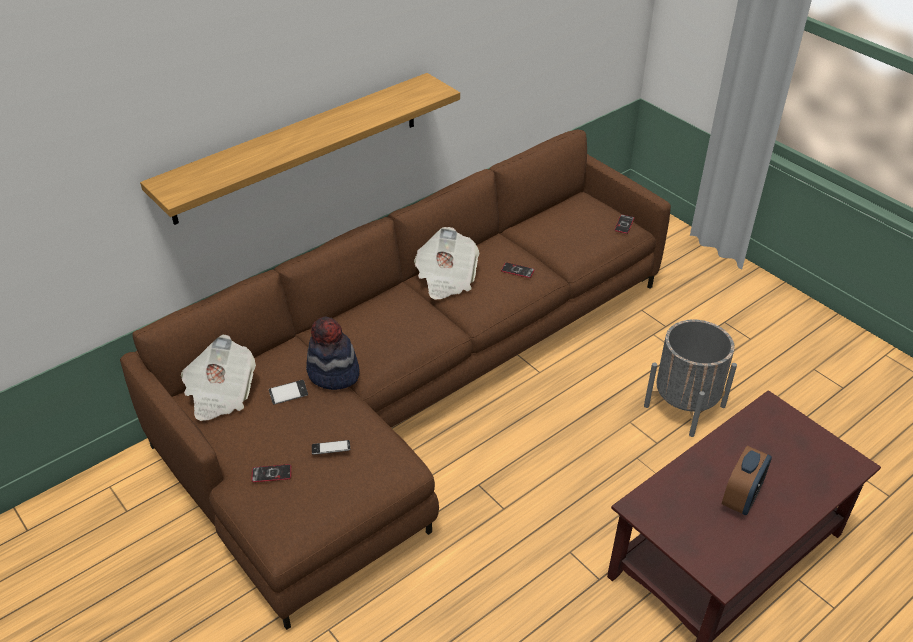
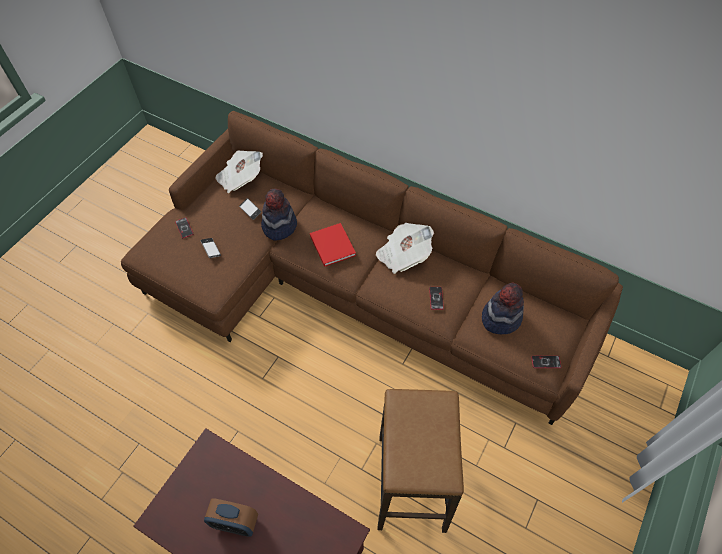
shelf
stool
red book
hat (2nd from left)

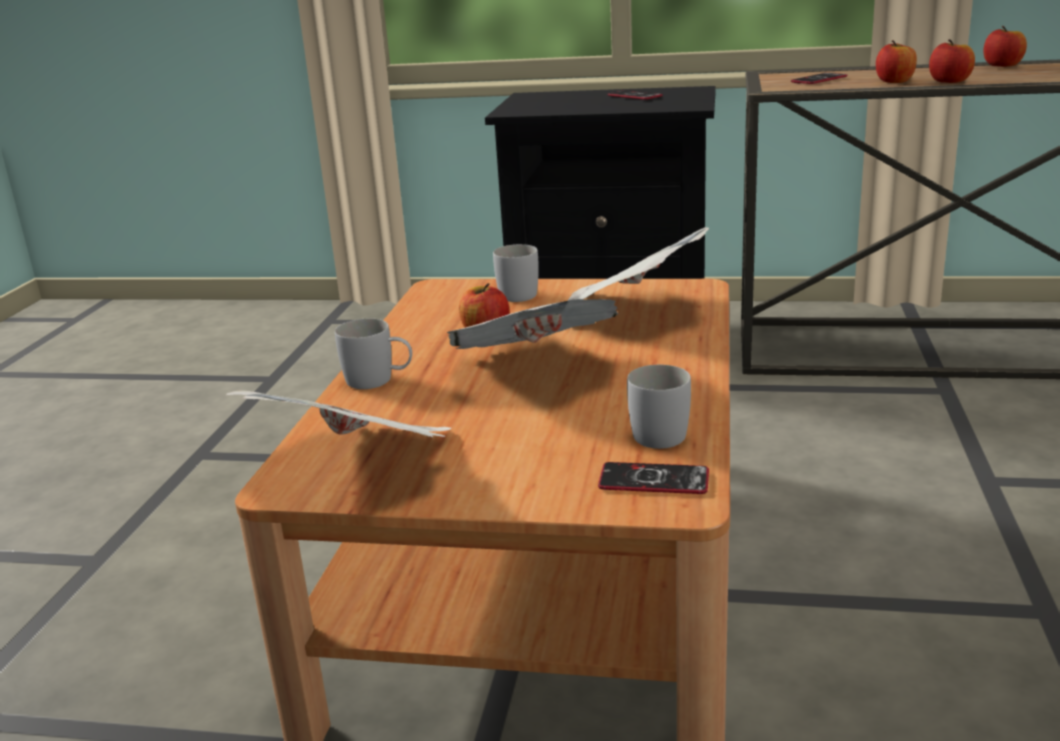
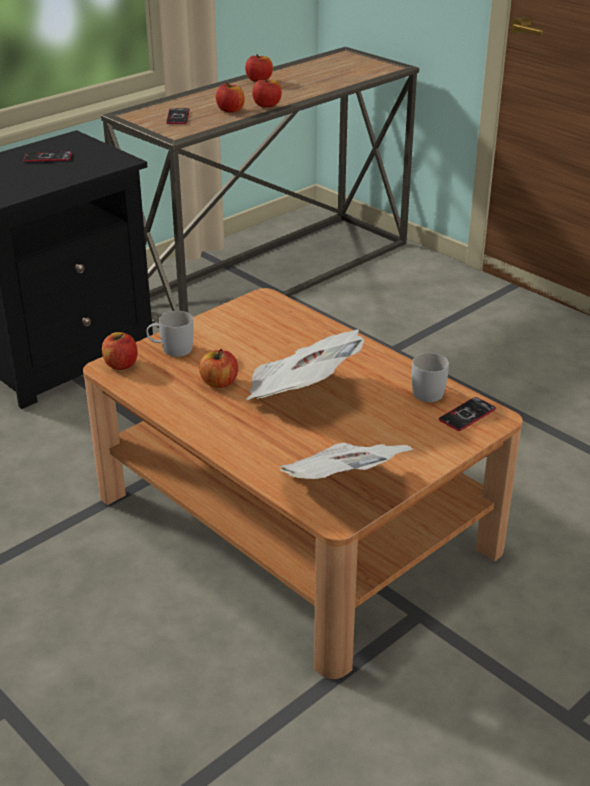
newspaper (3rd from left in the first image)
white mug (1st from left in the first image)
apple (1st from left)

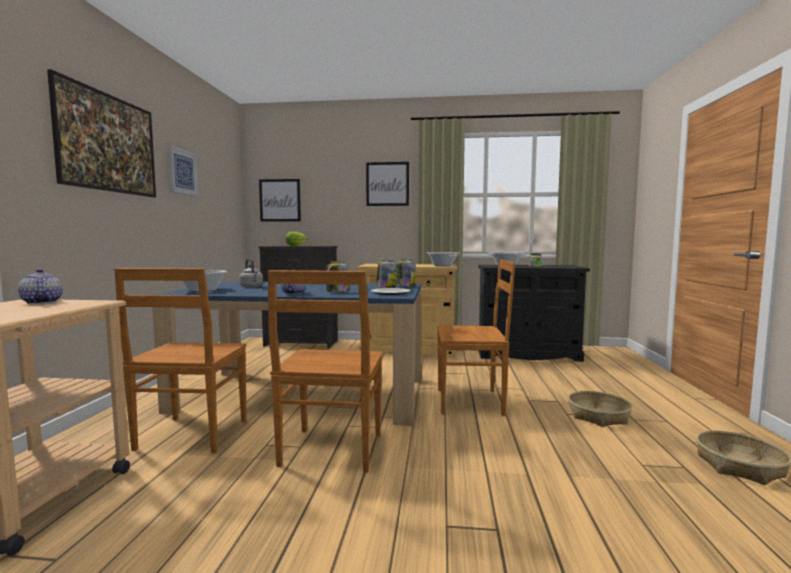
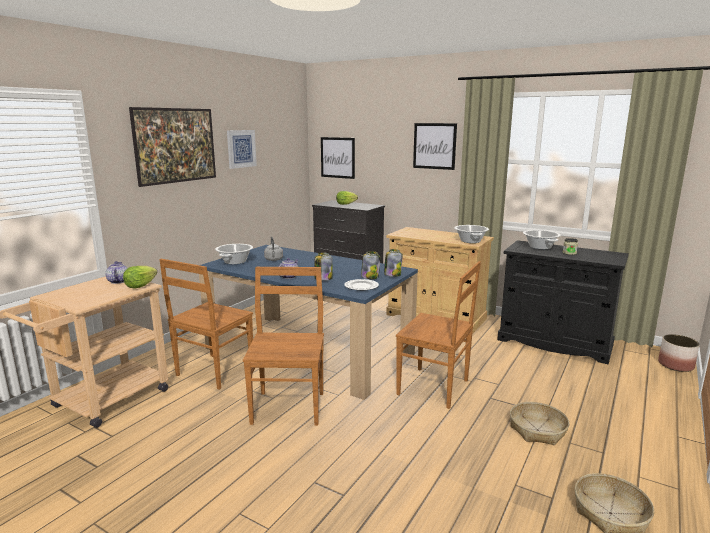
brown chair (2nd from left)
lettuce (1st from left)
planter

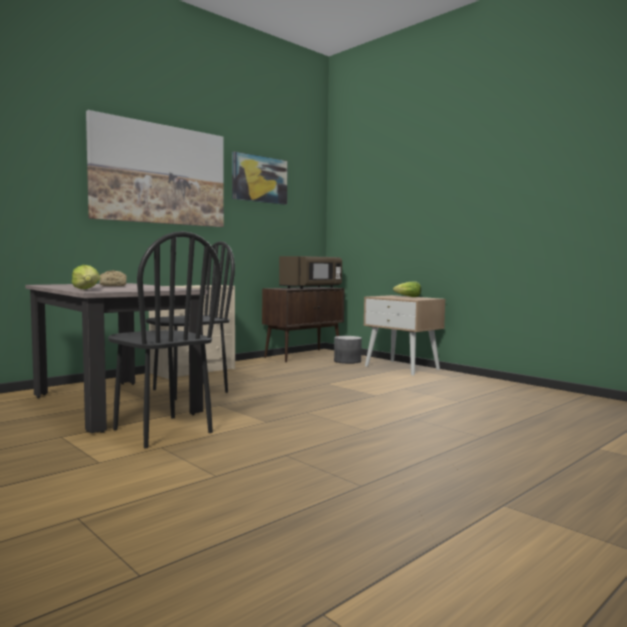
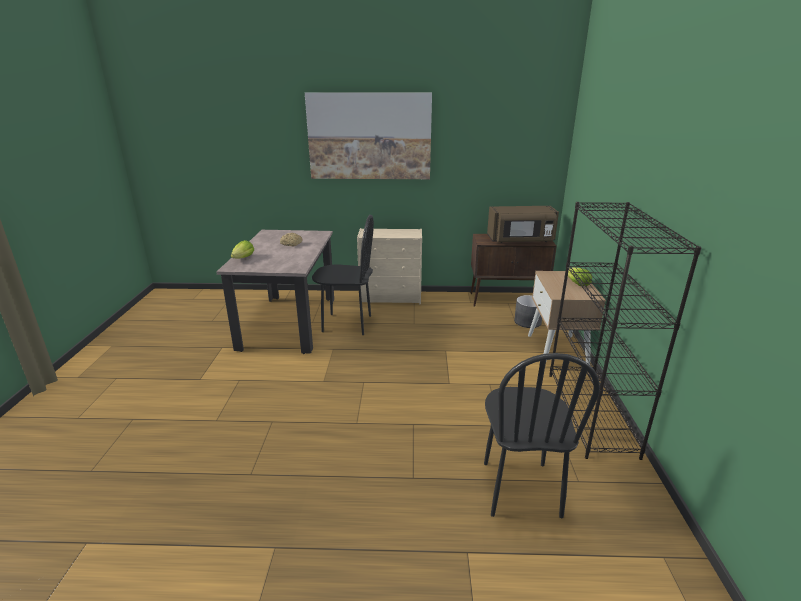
picture (2nd from left in the first image)
black chair (2nd from left)
black bookcase

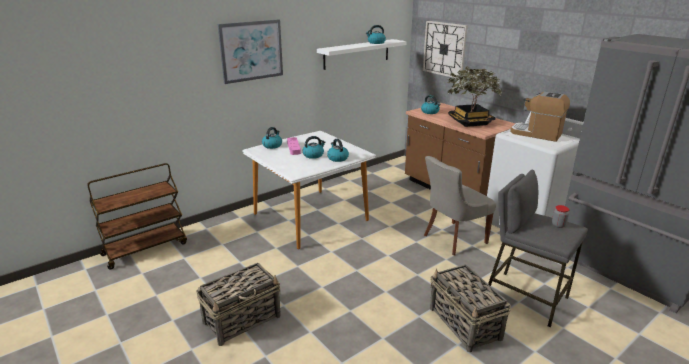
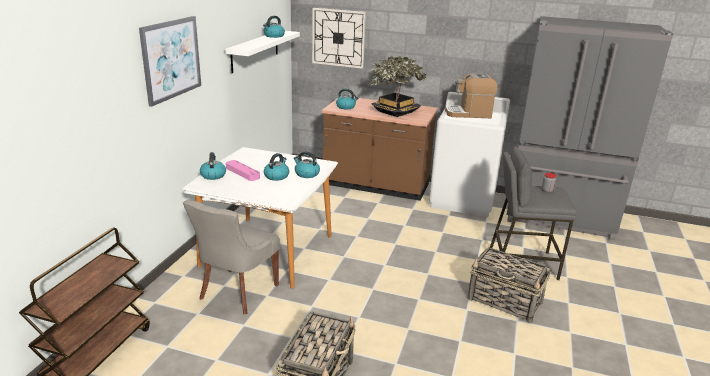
grey chair

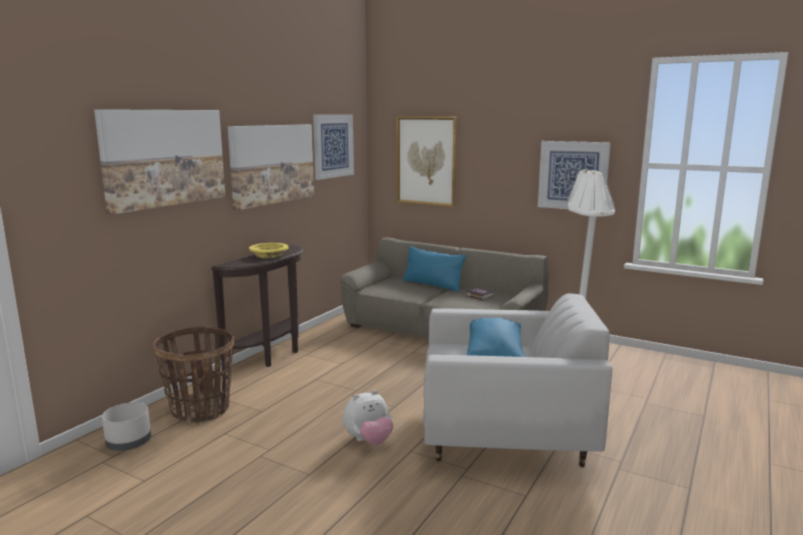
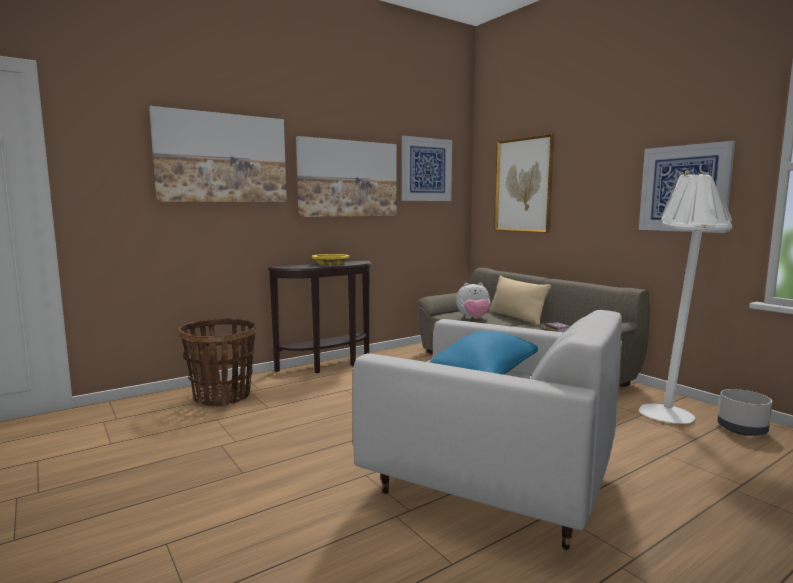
beige pillow
plush toy
grey planter

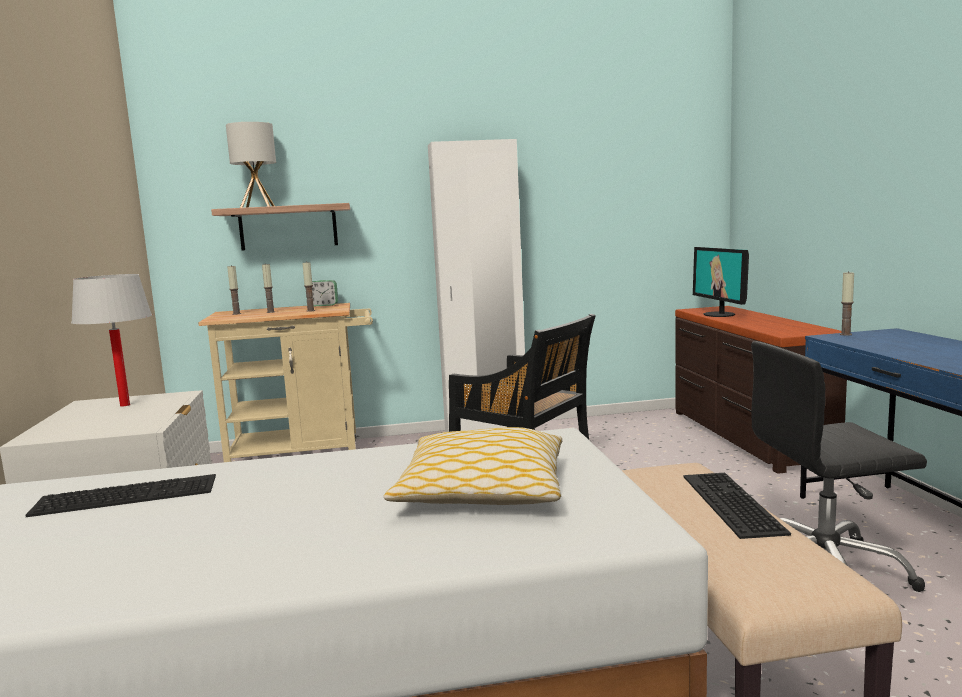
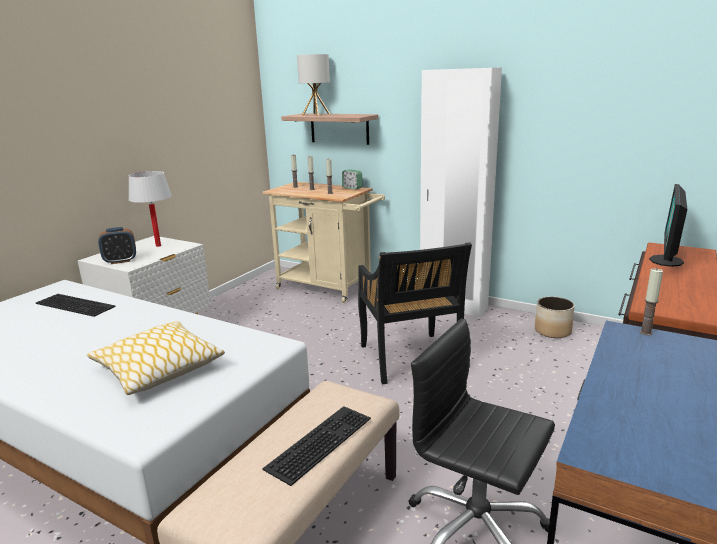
alarm clock (1st from left)
planter

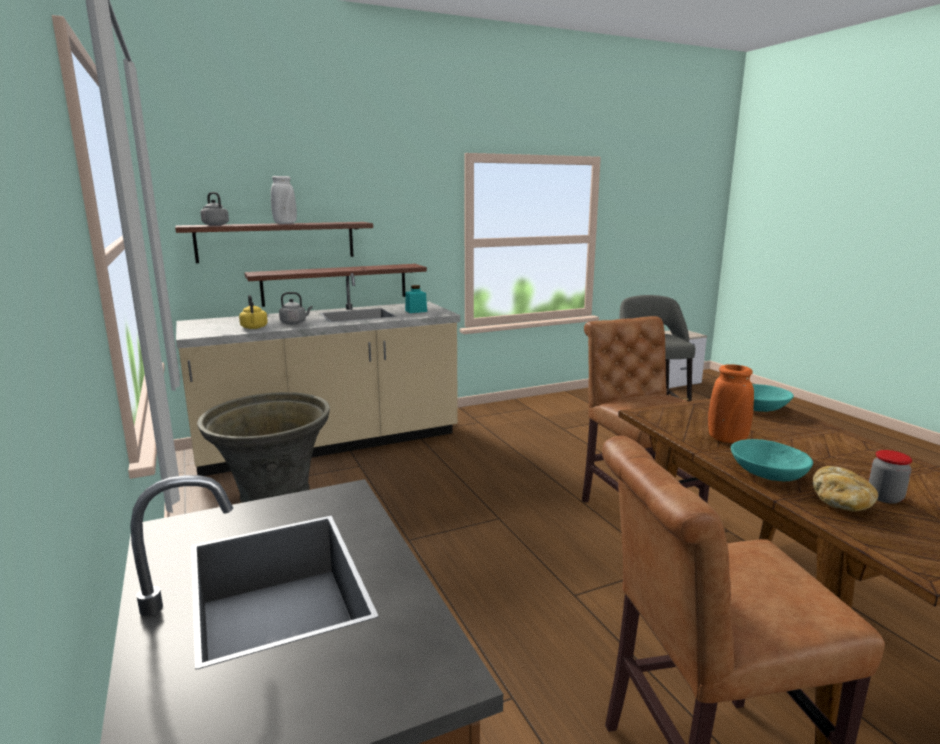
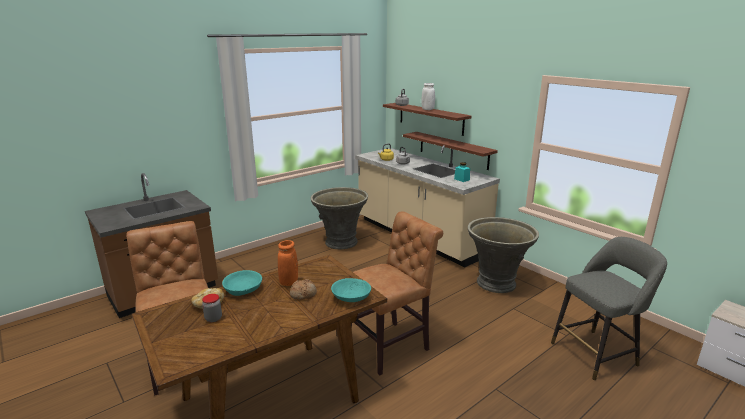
grey planter (2nd from left)
bread (2nd from left)

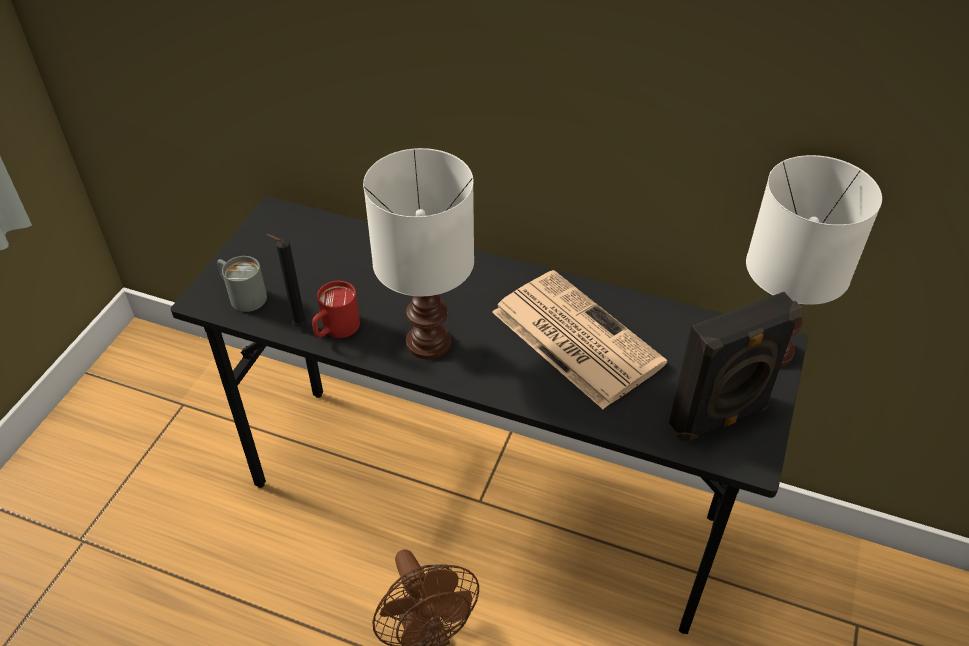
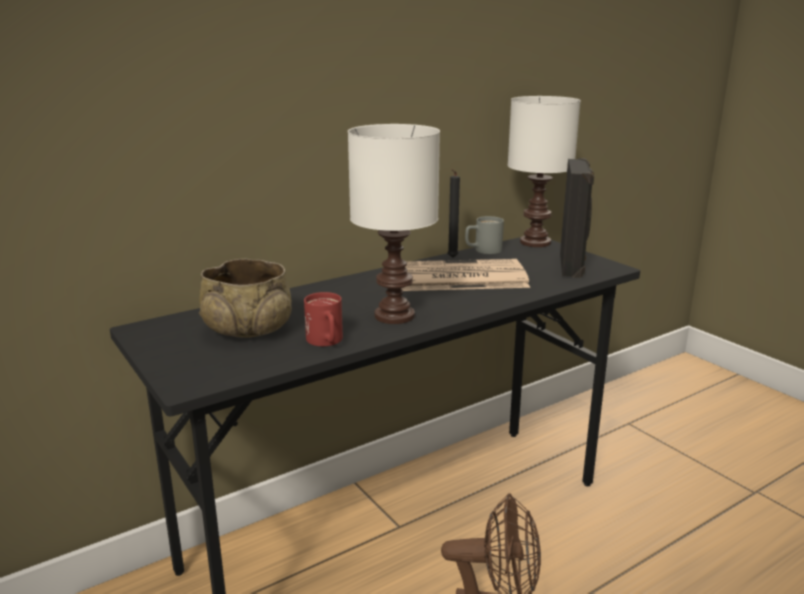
black candle
grey mug
beige bowl

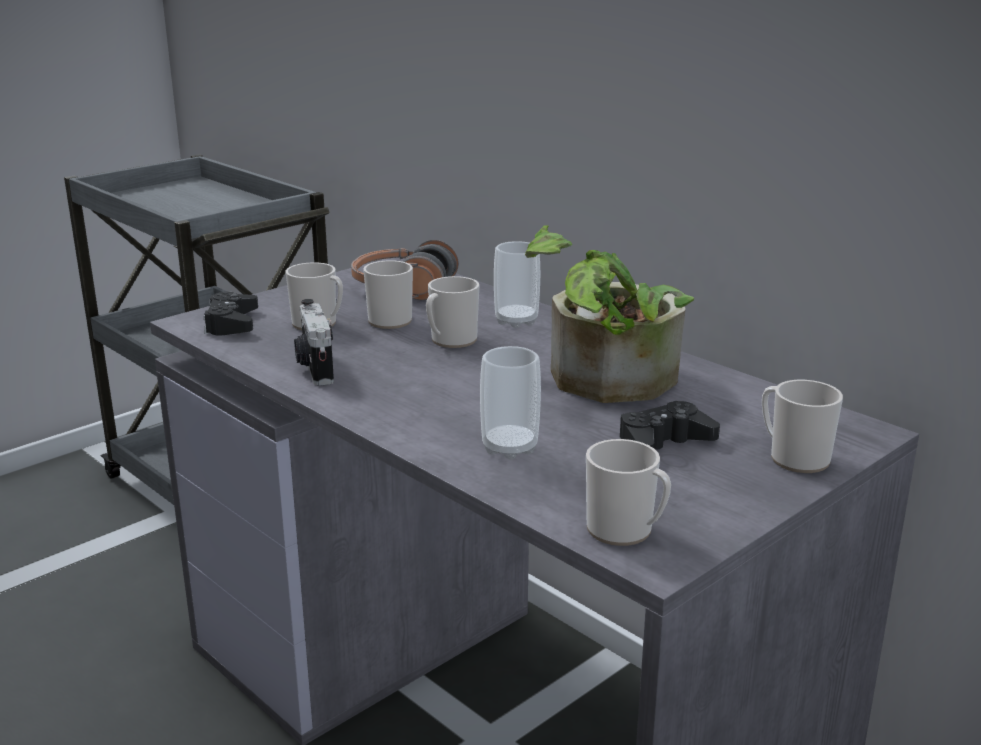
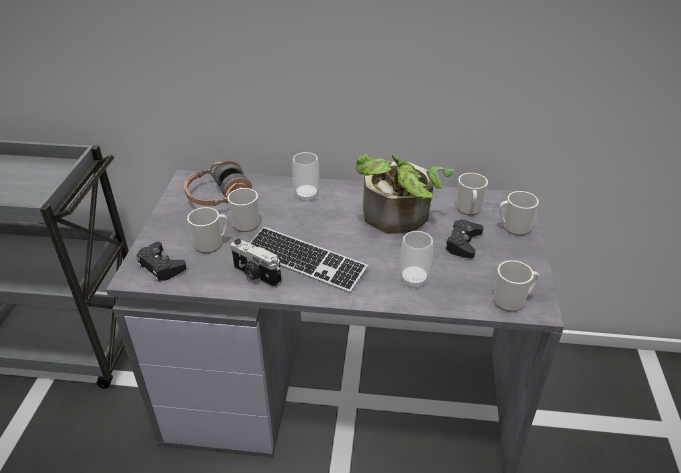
mug (3rd from left)
keyboard

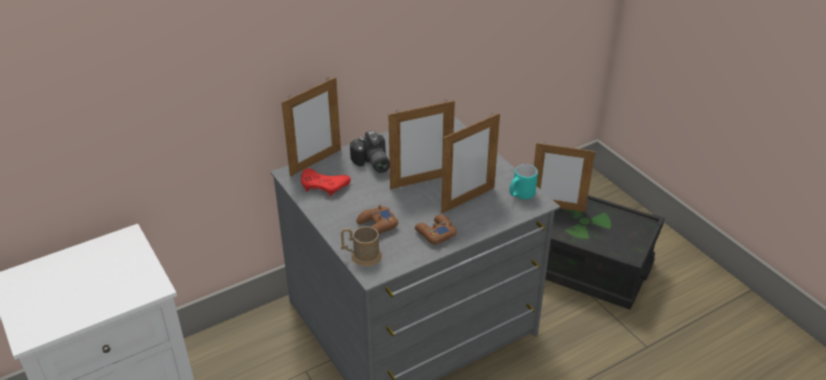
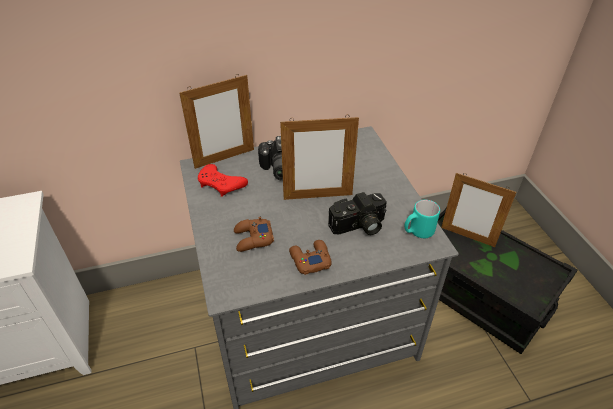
photo camera (2nd from left)
brown mug

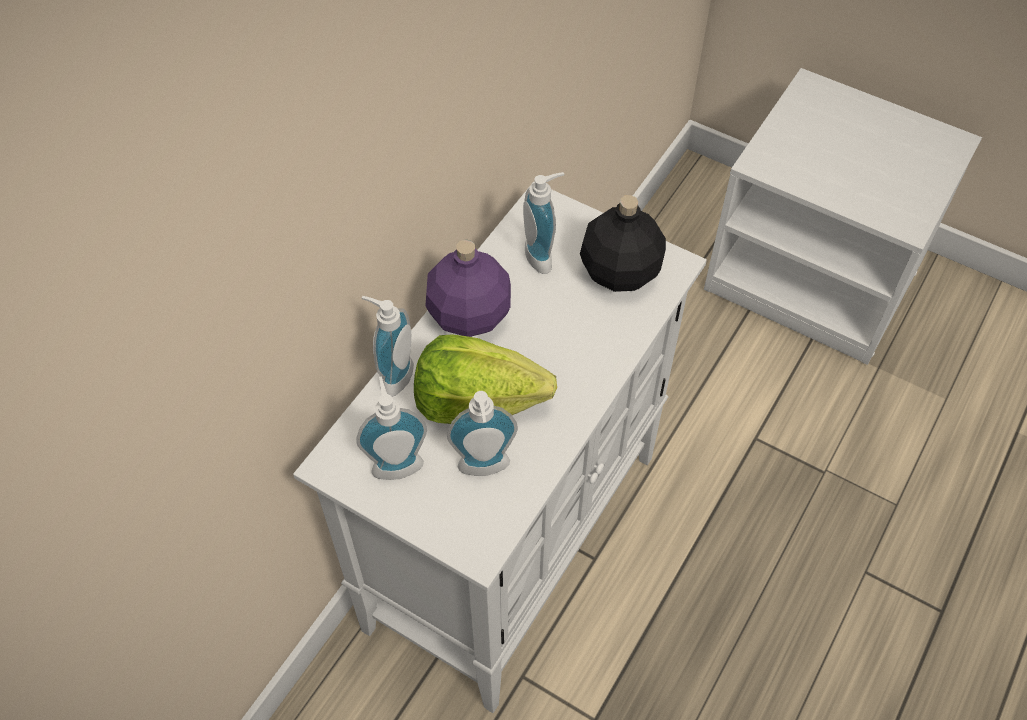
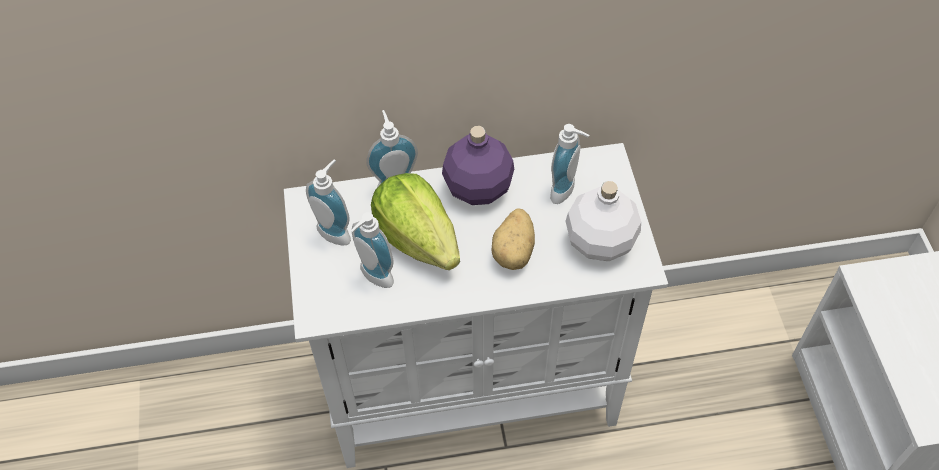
white bottle
potato

